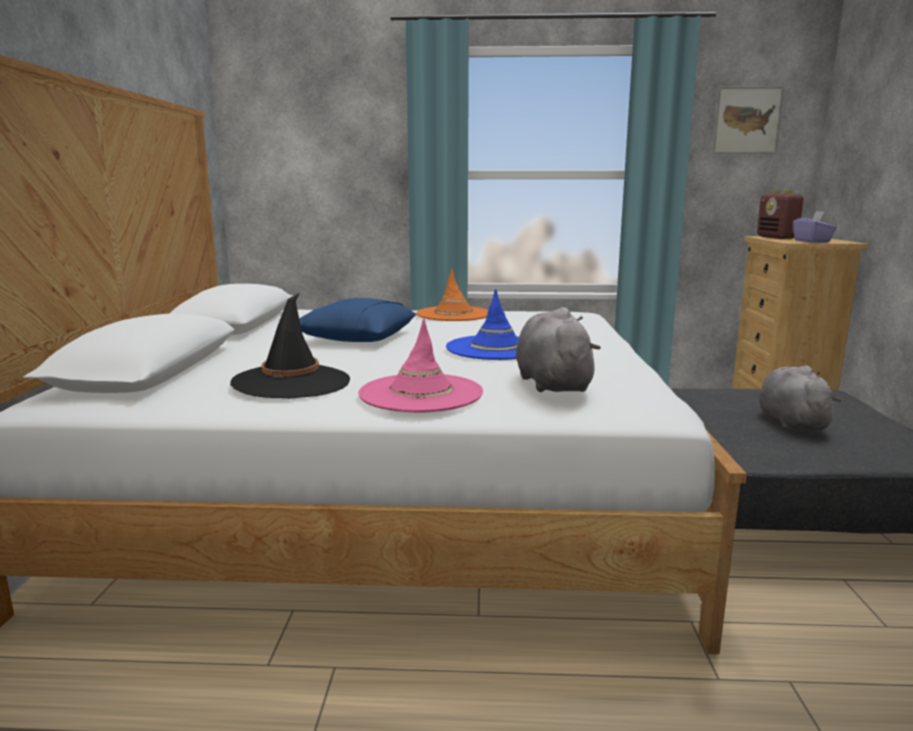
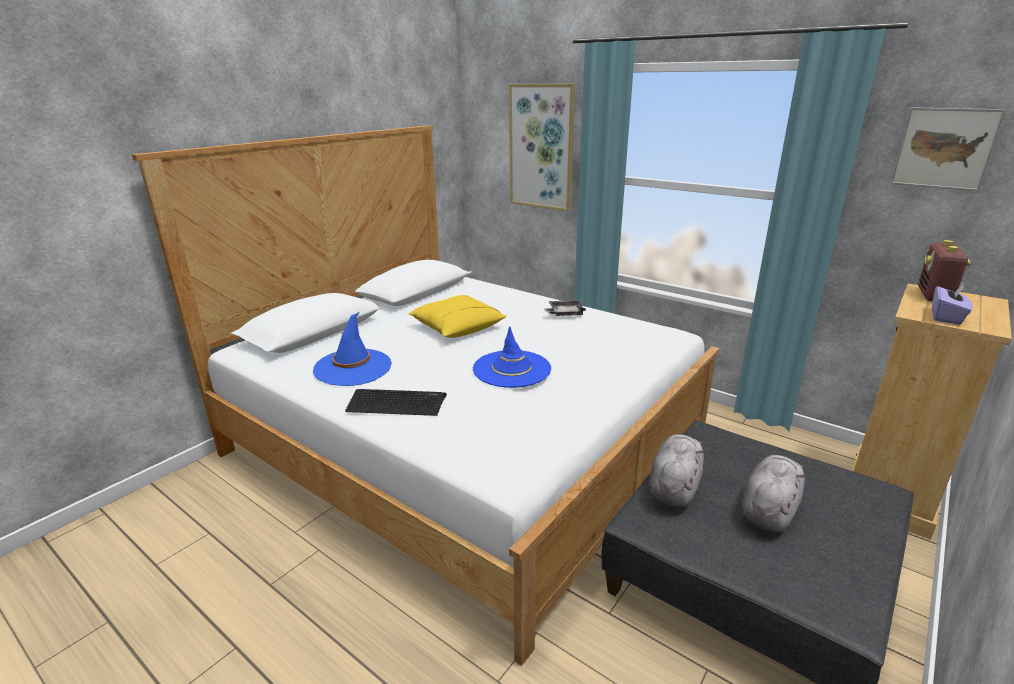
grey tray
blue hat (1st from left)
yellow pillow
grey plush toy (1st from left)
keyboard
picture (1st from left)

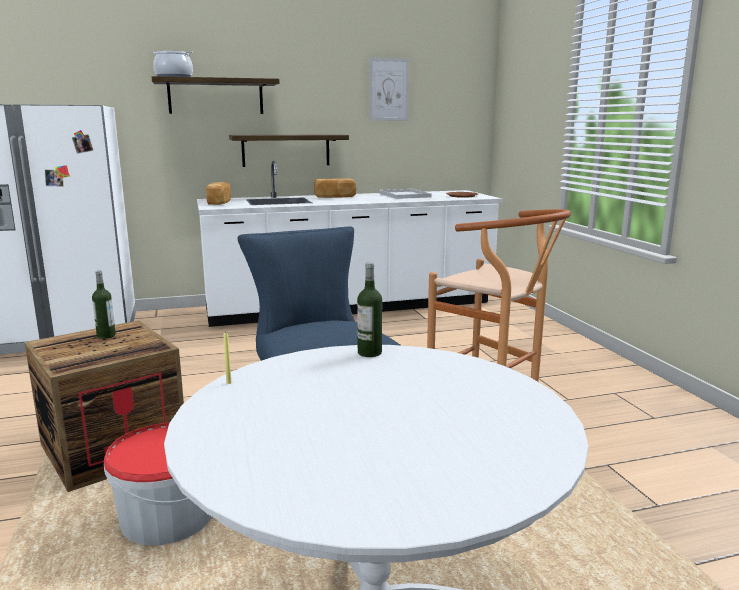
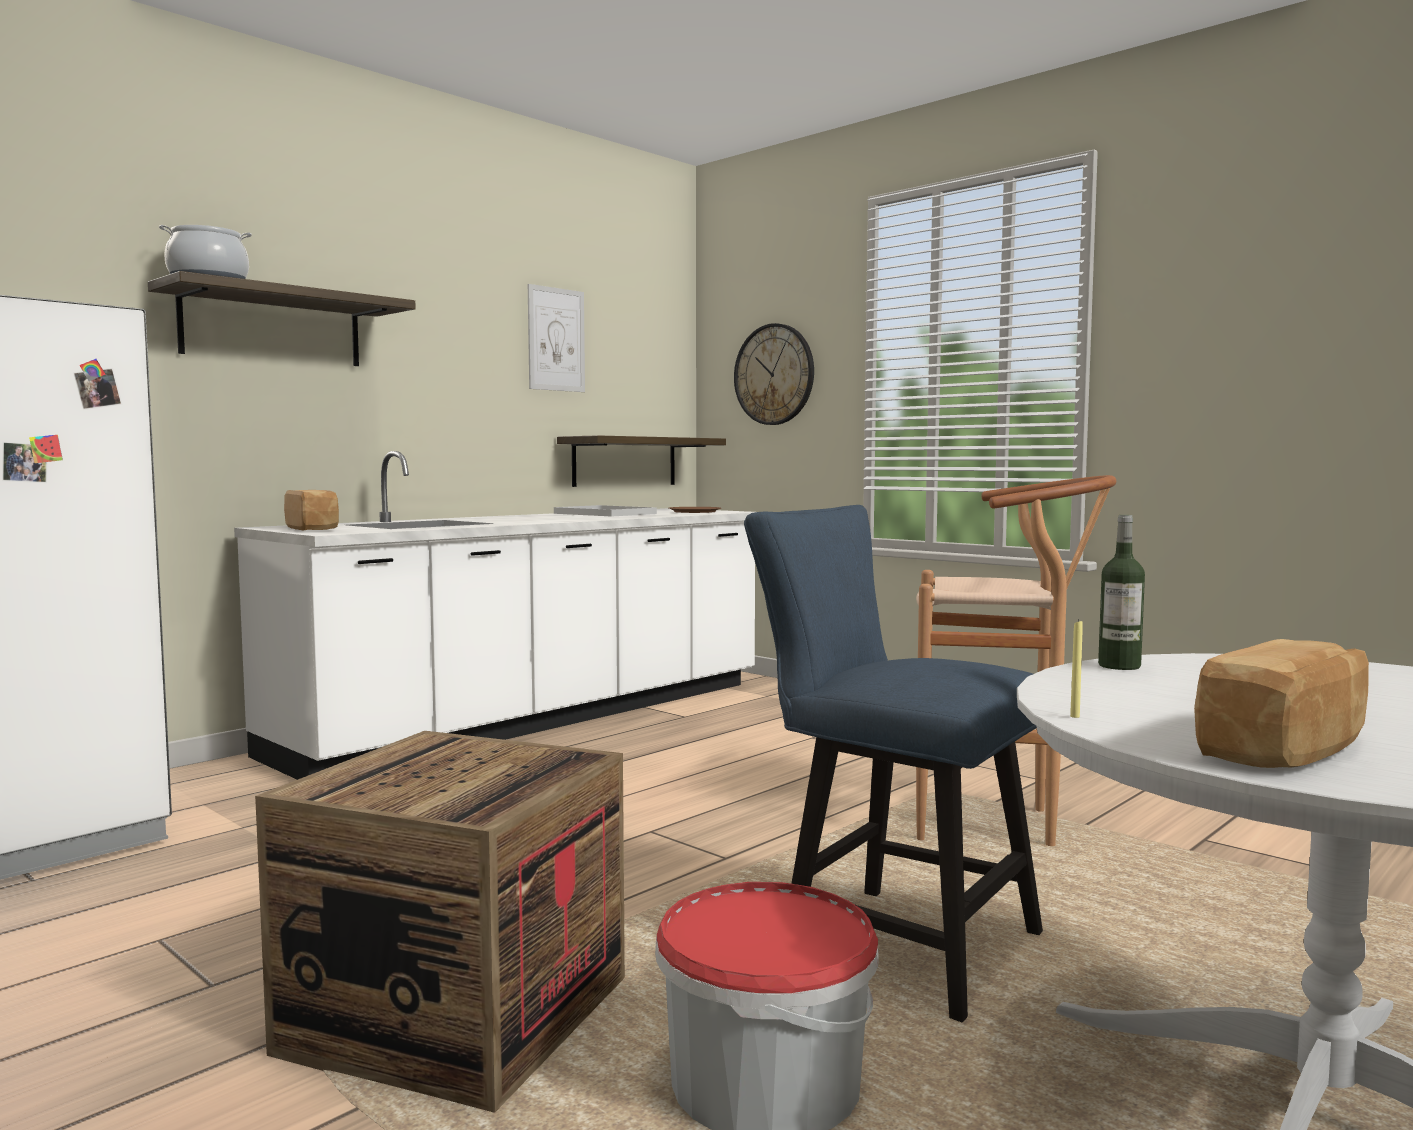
shelf (2nd from left)
bread (2nd from left)
bottle (1st from left in the first image)
wall clock

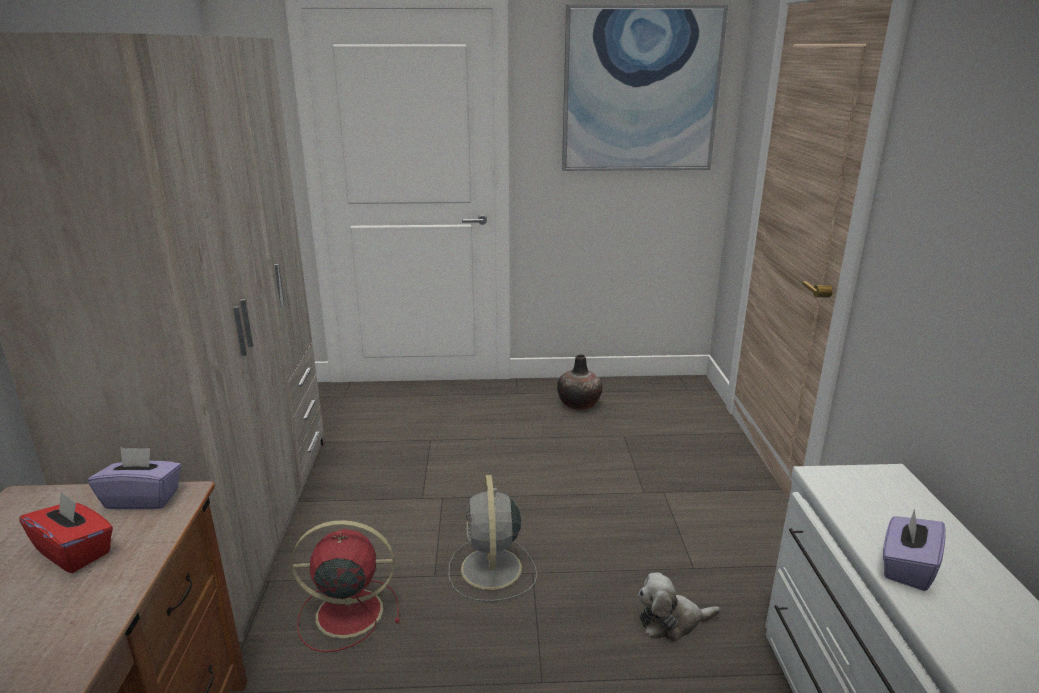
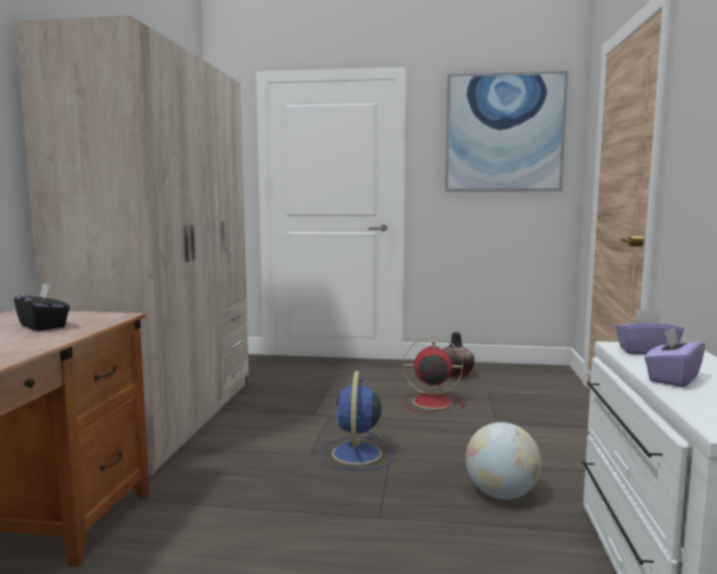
purple tissue box (1st from left)
blue fan
black tissue box
red fan
globe

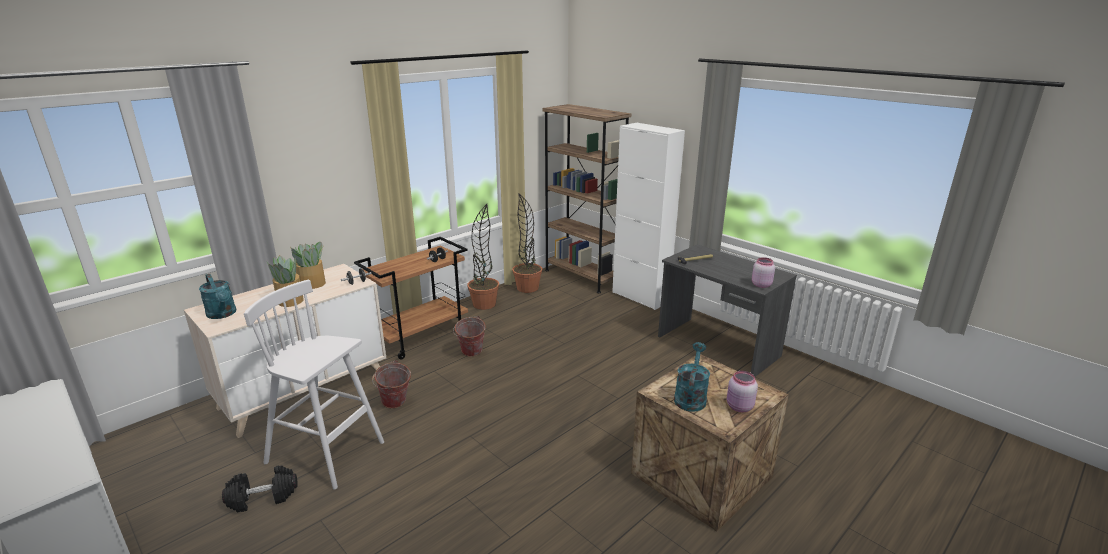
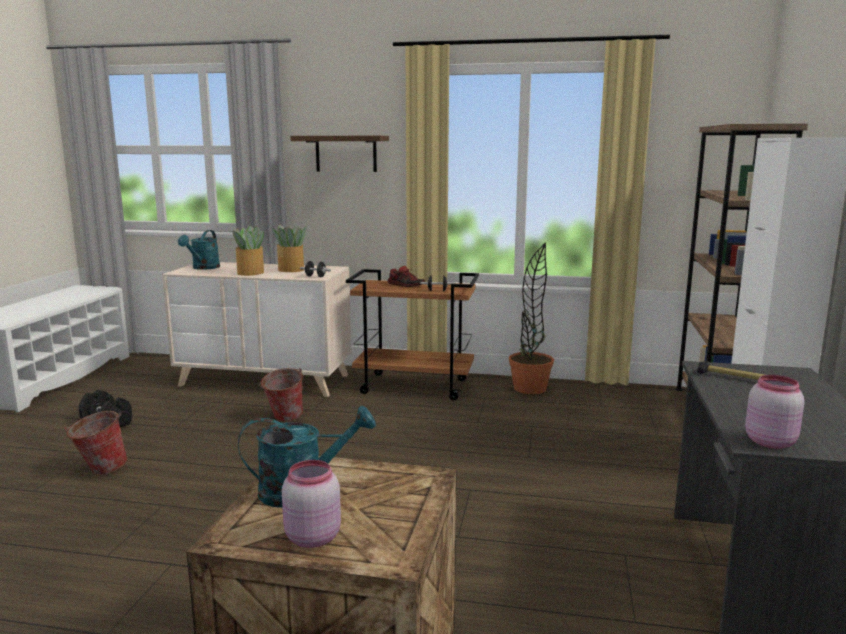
potted plant (4th from left in the first image)
white stool
bucket (1st from left)
shelf
shoe

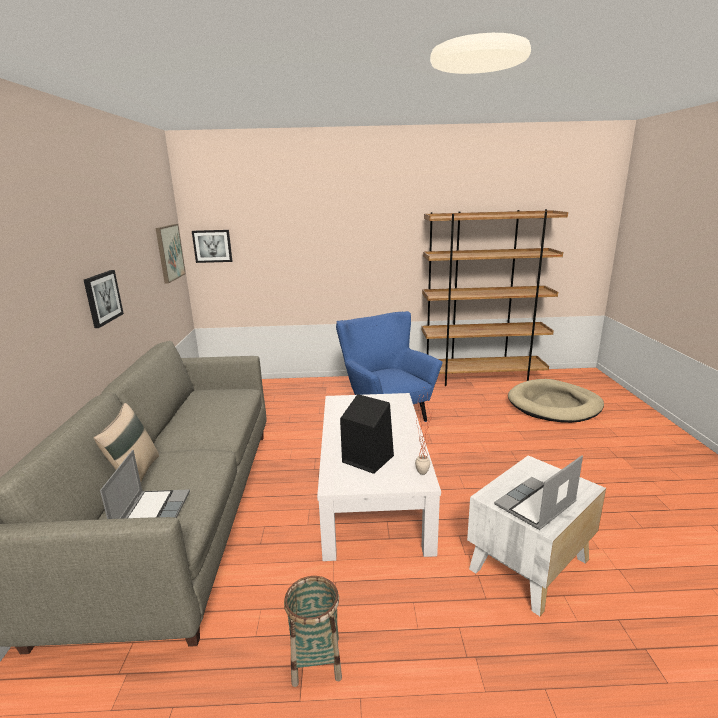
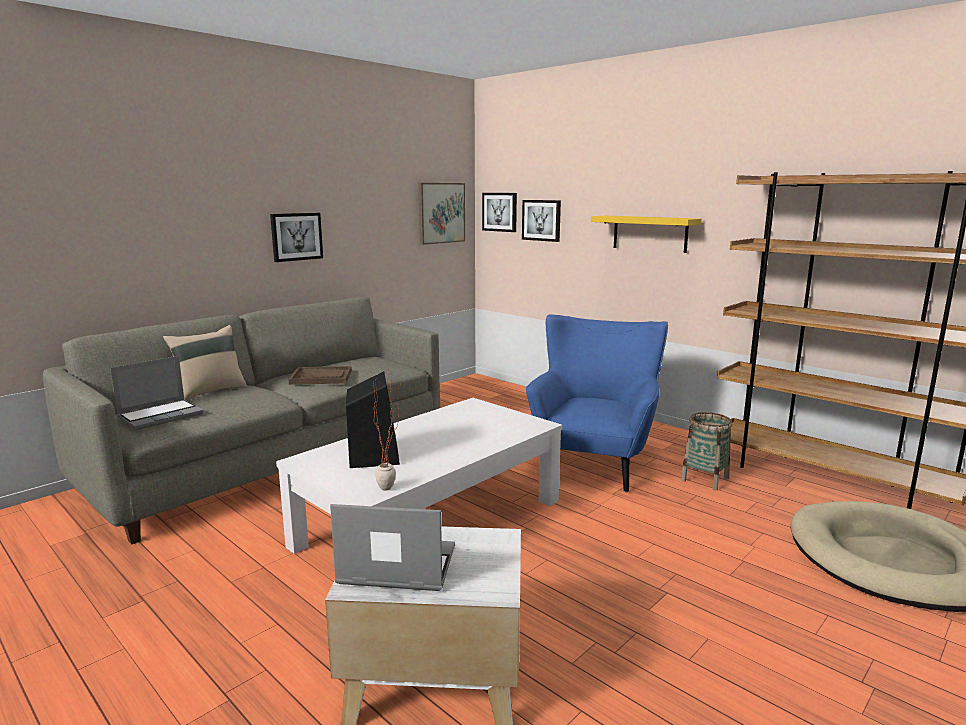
basket
picture (4th from left)
yellow shelf
brown tray

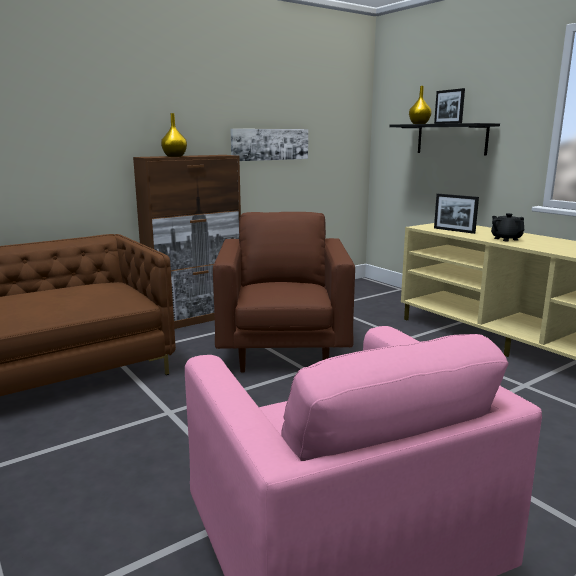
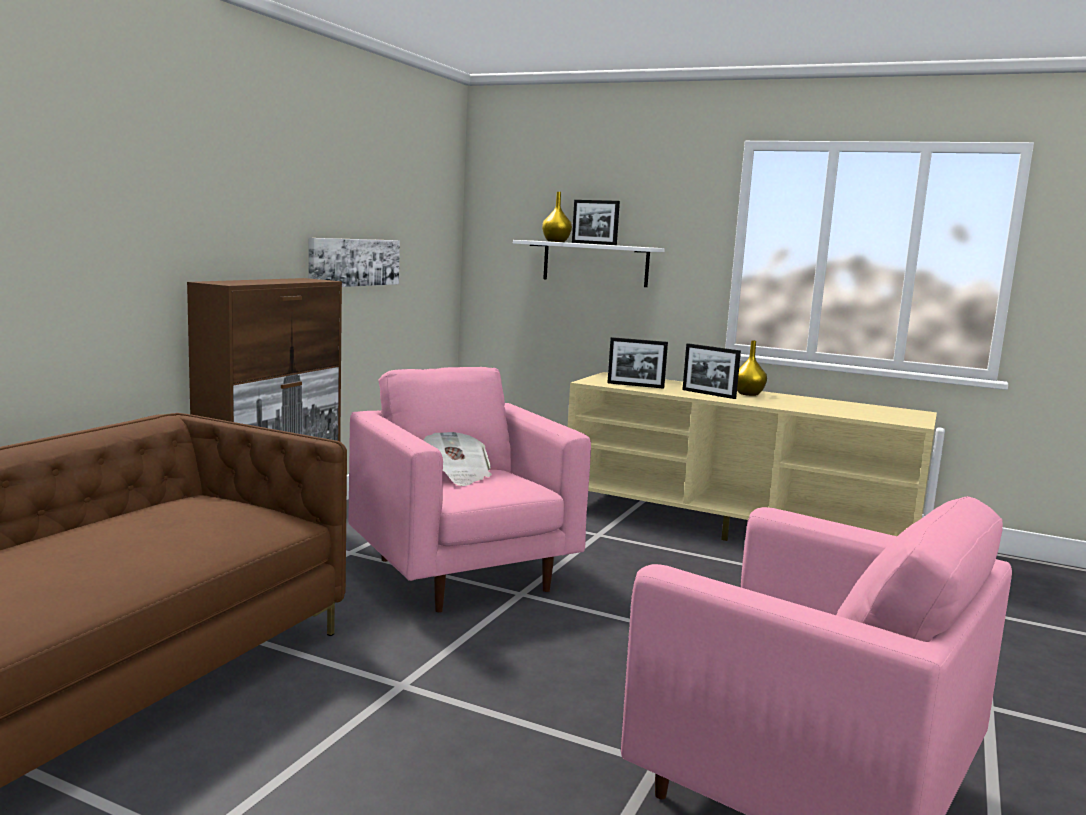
yellow vase (2nd from left)
white shelf
pink armchair (1st from left)
picture frame (3rd from left)
newspaper

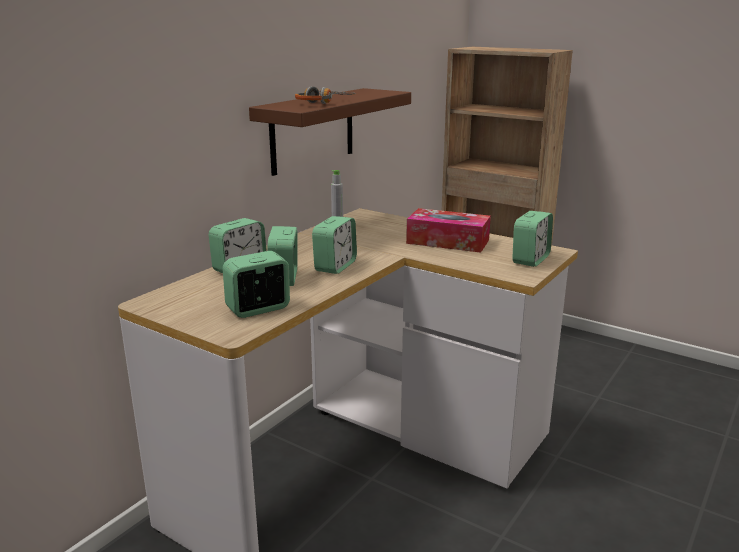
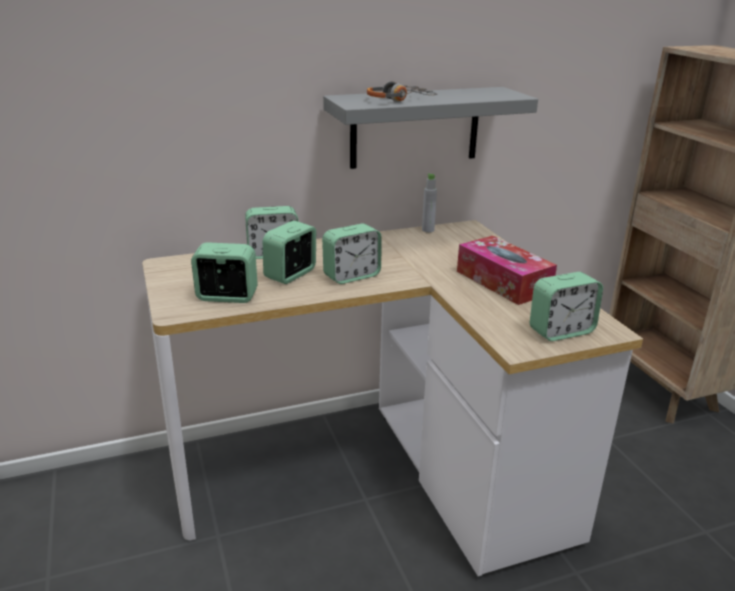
grey shelf

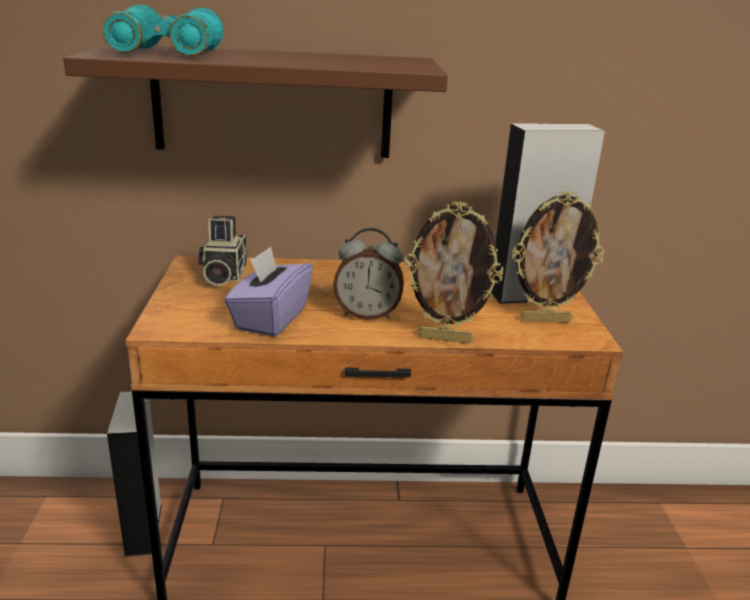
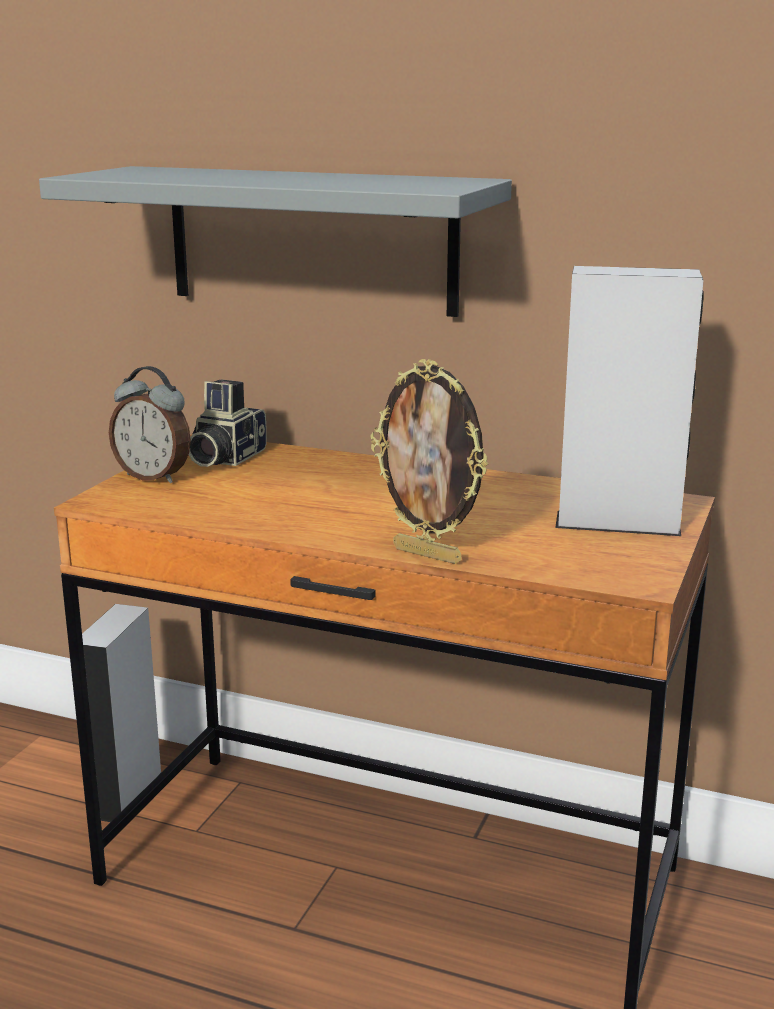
turquoise binoculars
grey shelf
picture frame (2nd from left in the first image)
alarm clock
purple tissue box

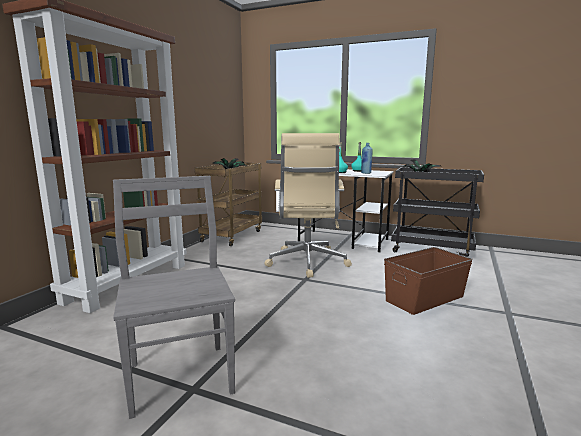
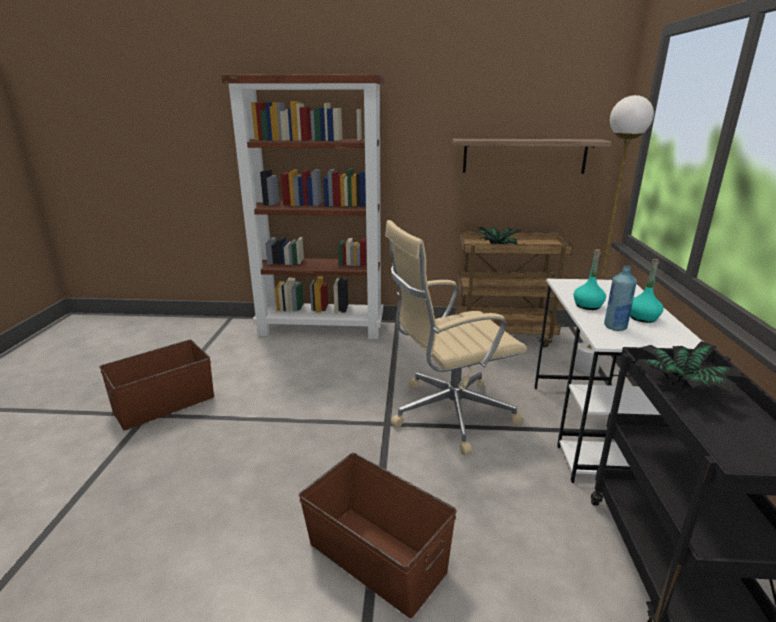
brown storage box (1st from left)
white floor lamp
shelf

